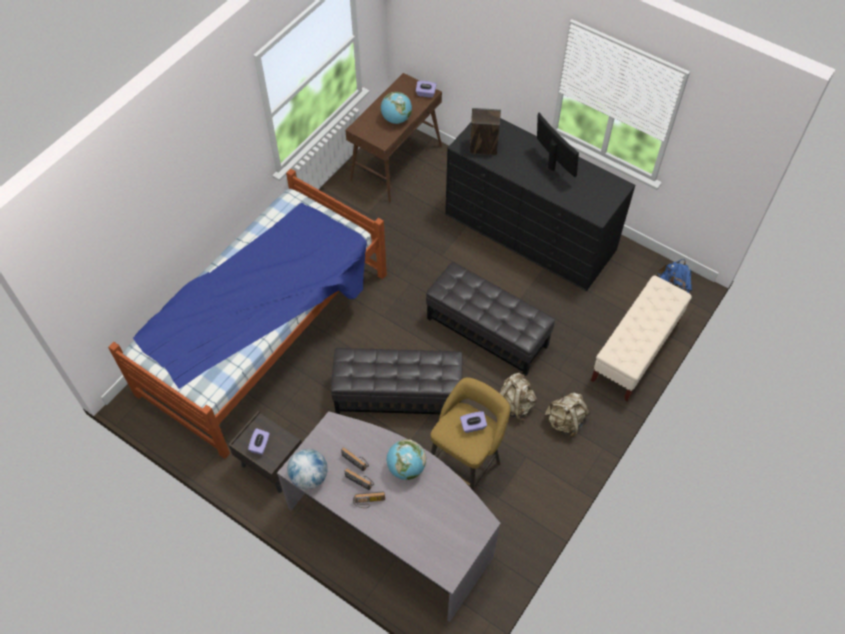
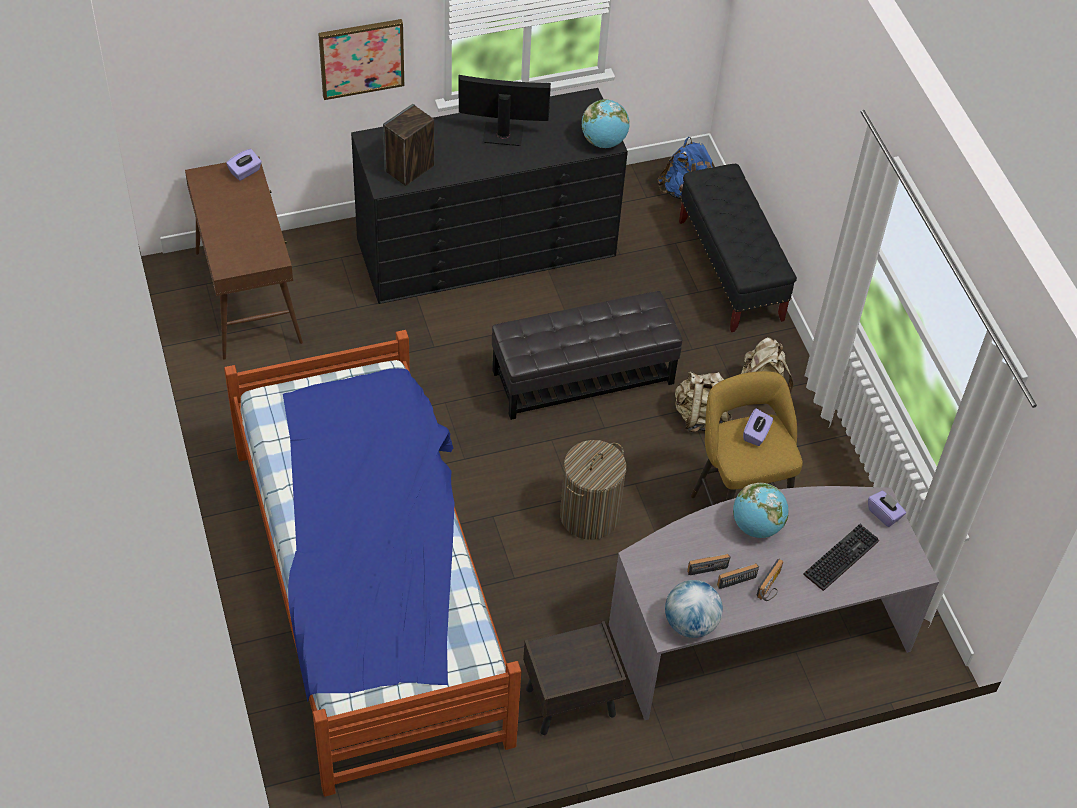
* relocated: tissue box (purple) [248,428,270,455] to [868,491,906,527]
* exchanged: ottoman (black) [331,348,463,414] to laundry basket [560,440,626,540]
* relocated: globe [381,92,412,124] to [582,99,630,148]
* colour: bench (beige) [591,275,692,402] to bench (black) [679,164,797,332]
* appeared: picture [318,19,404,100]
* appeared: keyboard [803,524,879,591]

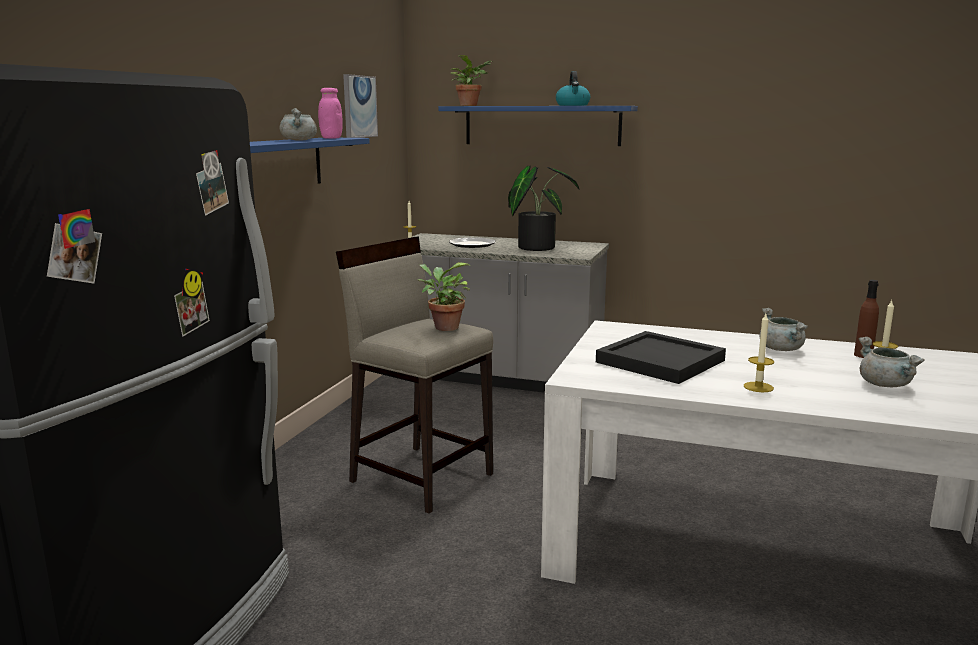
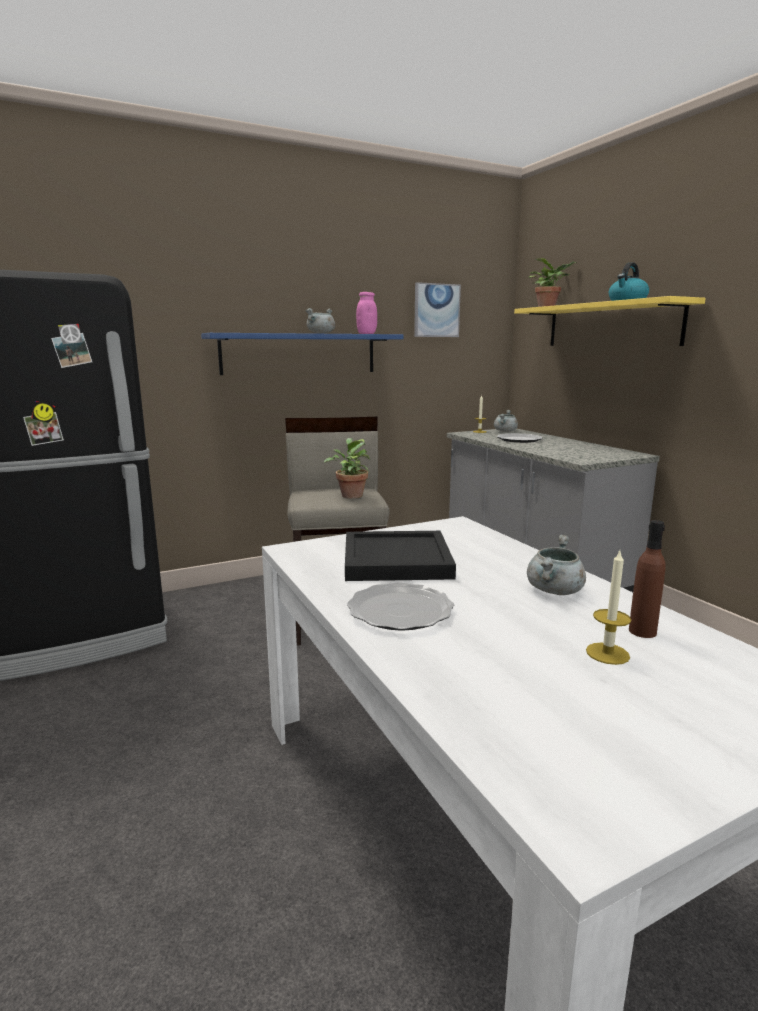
* colour: shelf (blue) [438,106,638,146] to shelf (yellow) [514,296,706,346]
* missing: potted plant [508,166,580,251]
* exchanged: candle [744,314,774,392] to plate [347,582,454,631]
* relocated: cooking pot (grey) [858,337,925,387] to [494,410,518,432]

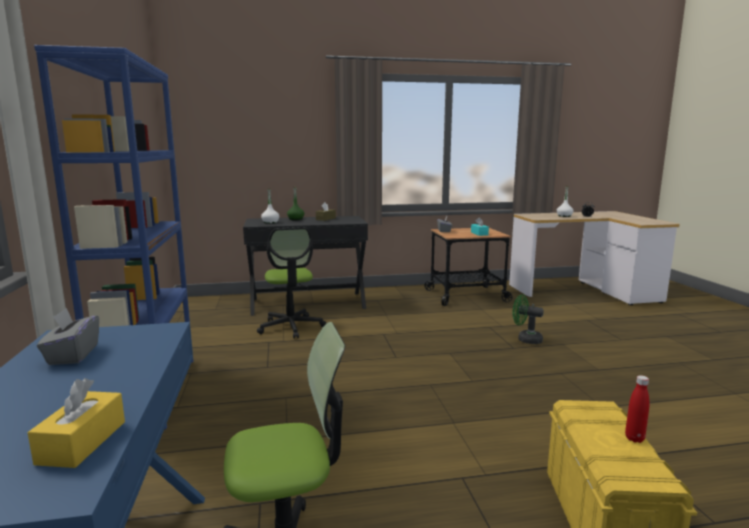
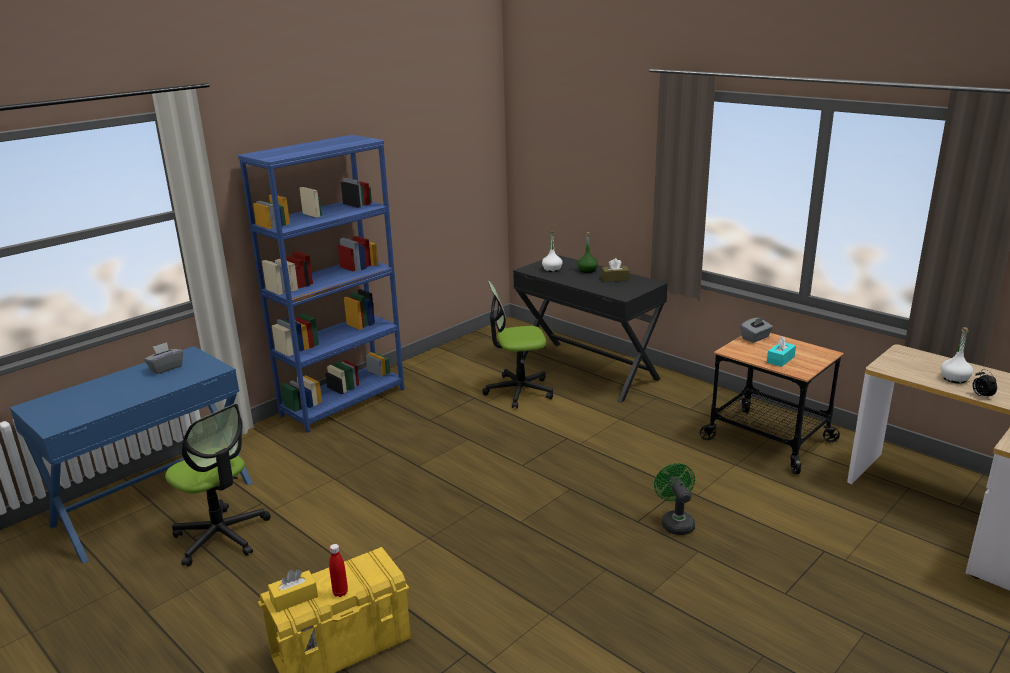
* relocated: tissue box (yellow) [27,378,125,468] to [268,569,318,612]
* spun: office chair [257,227,326,339] = [482,281,553,408] 45 degrees clockwise

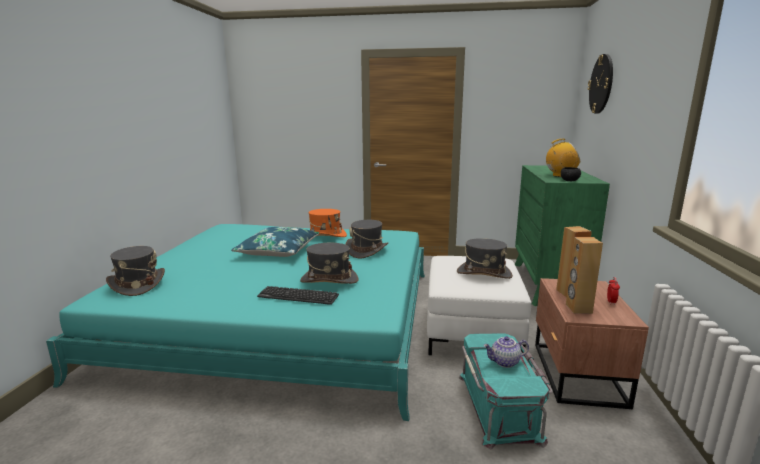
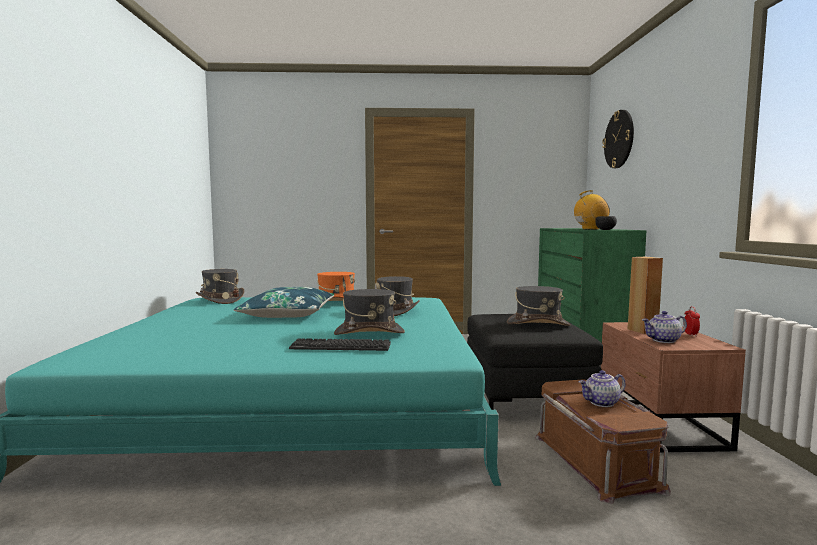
* relocated: hat (grey) [106,246,165,296] to [196,269,244,304]
* colour: ottoman (white) [427,256,531,355] to ottoman (black) [467,314,603,410]
* colour: storage box (turquoise) [459,333,553,449] to storage box (brown) [535,379,671,504]
* exchanged: speaker (brown) [566,237,603,314] to teapot [642,311,687,343]

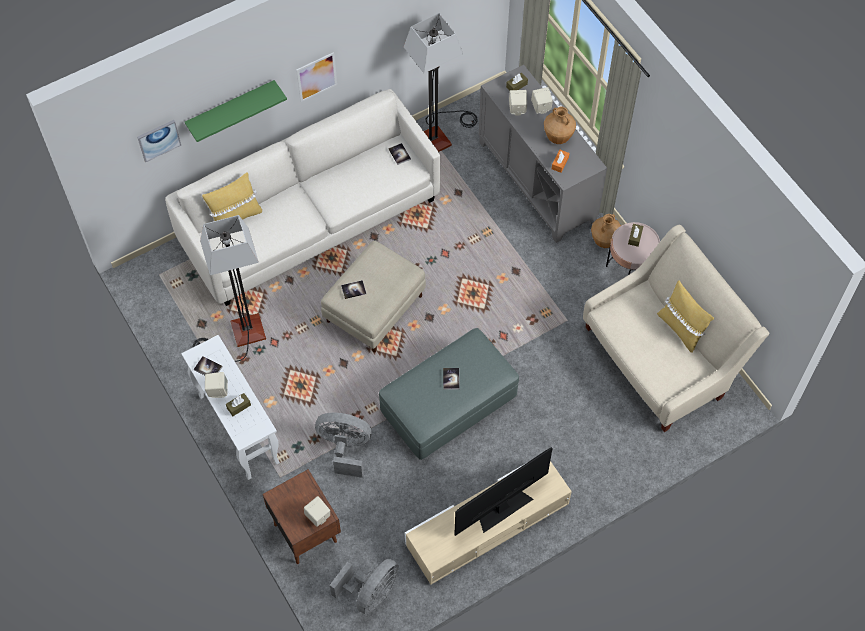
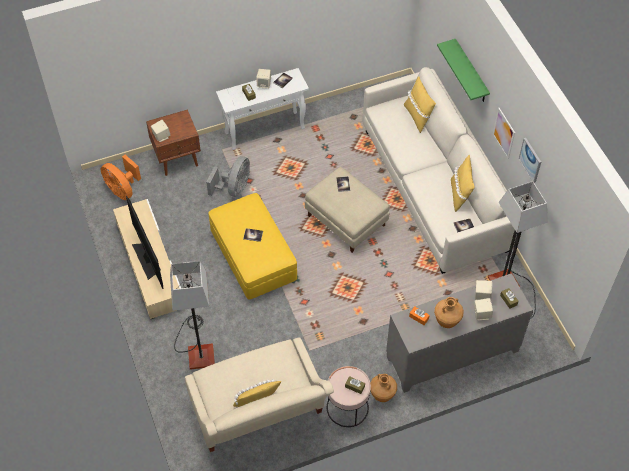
* relocated: picture [137,120,181,162] to [519,138,541,183]
* relocated: floor lamp [192,215,266,362] to [170,261,215,370]
* colour: fan (grey) [330,559,399,614] to fan (orange) [101,155,141,200]
* colour: ottoman (grey) [379,328,519,460] to ottoman (yellow) [209,193,297,299]
* appeared: pillow (yellow) [451,155,475,212]

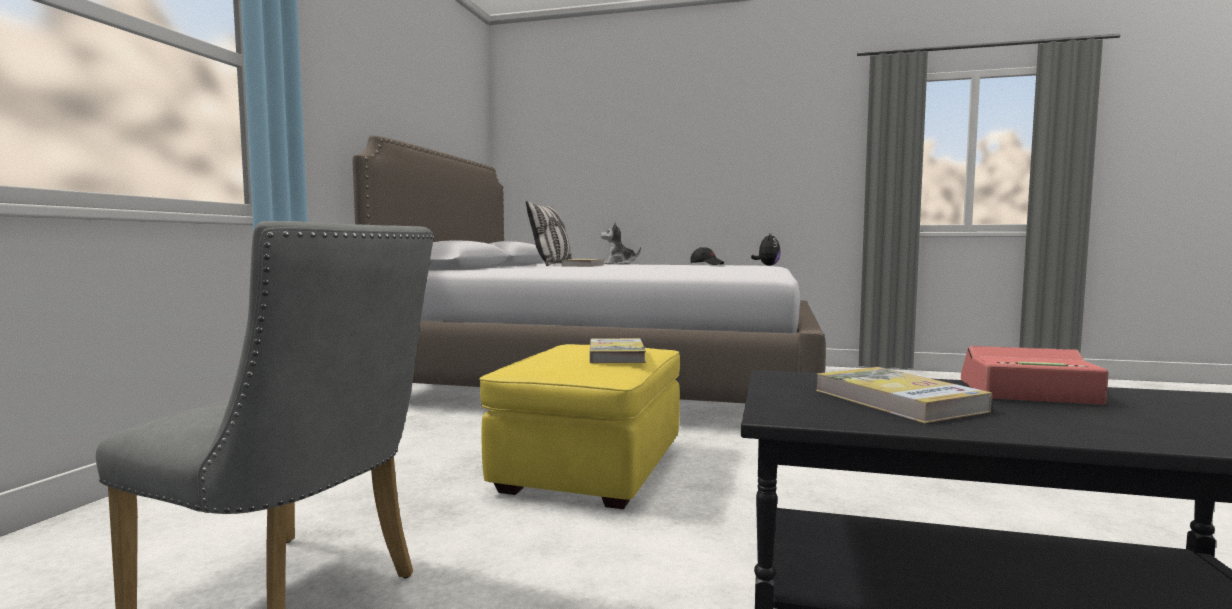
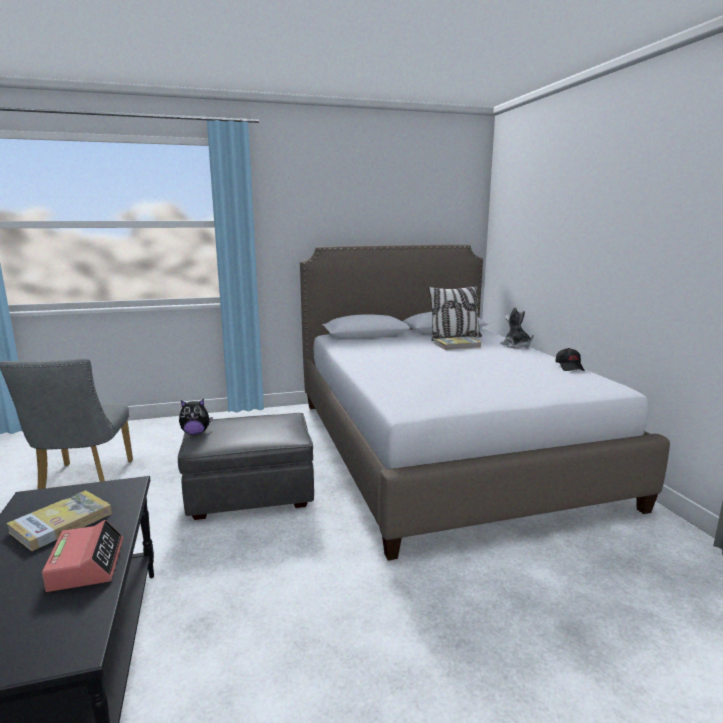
* colour: ottoman (yellow) [479,344,680,509] to ottoman (grey) [178,413,314,520]
* missing: book [590,338,646,363]
* relocated: plush toy [751,233,781,266] to [179,399,213,435]

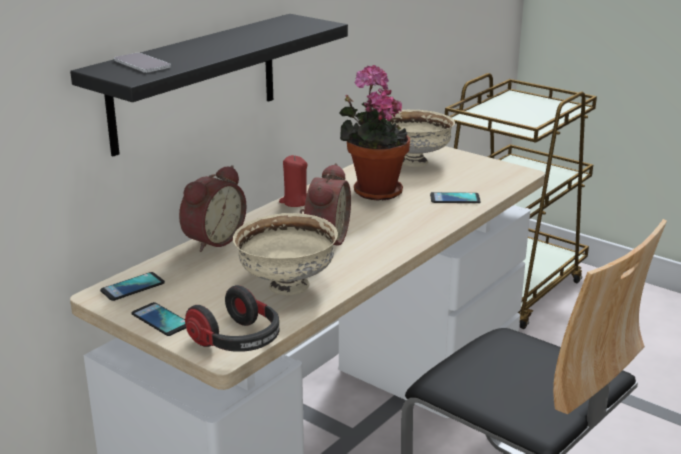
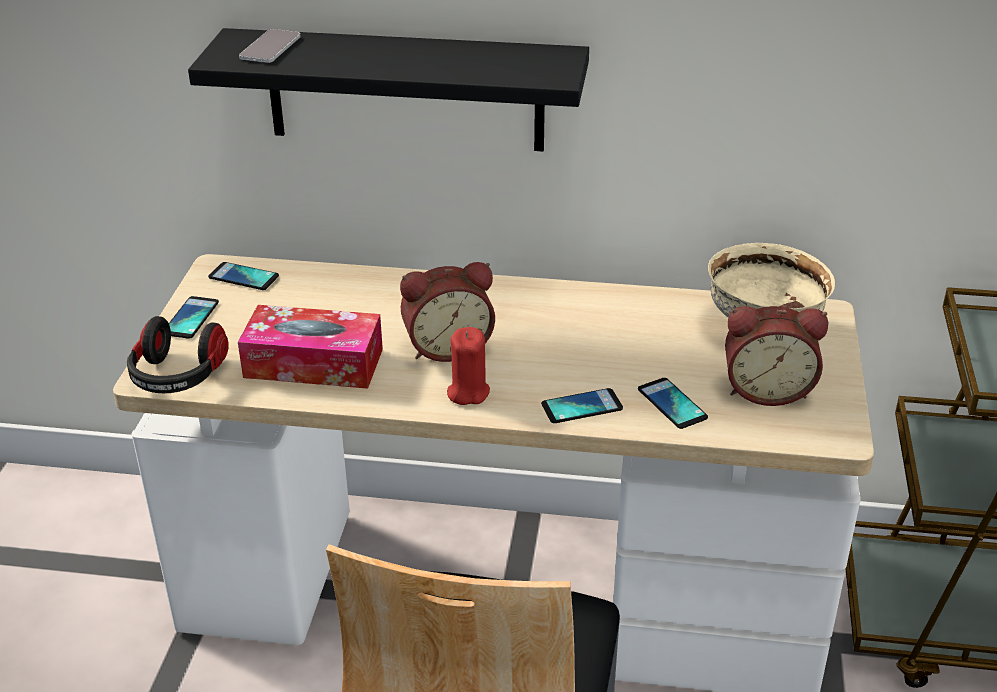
* relocated: alarm clock [179,165,246,252] to [725,306,828,406]
* exchanged: bowl (beige) [233,213,338,295] to tissue box [238,305,383,389]
* relocated: candle (red) [279,155,308,207] to [447,327,490,405]
* missing: potted plant [339,65,410,200]
* appeared: phone [541,388,623,423]

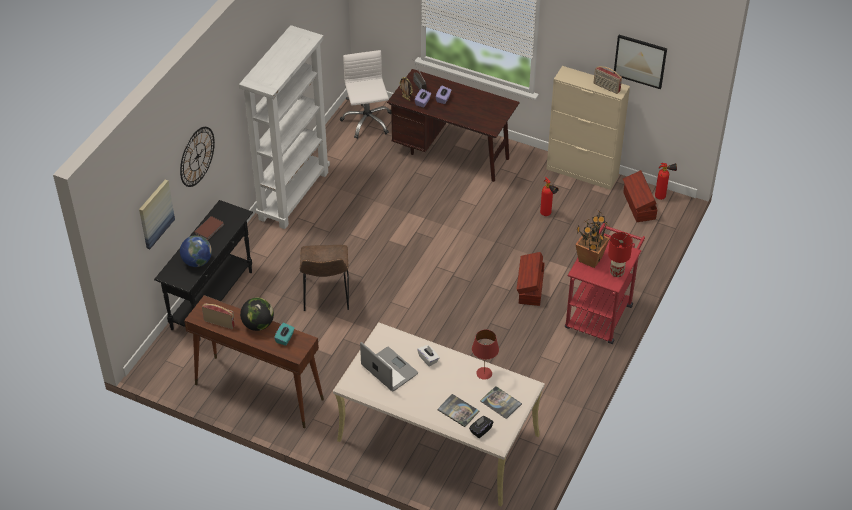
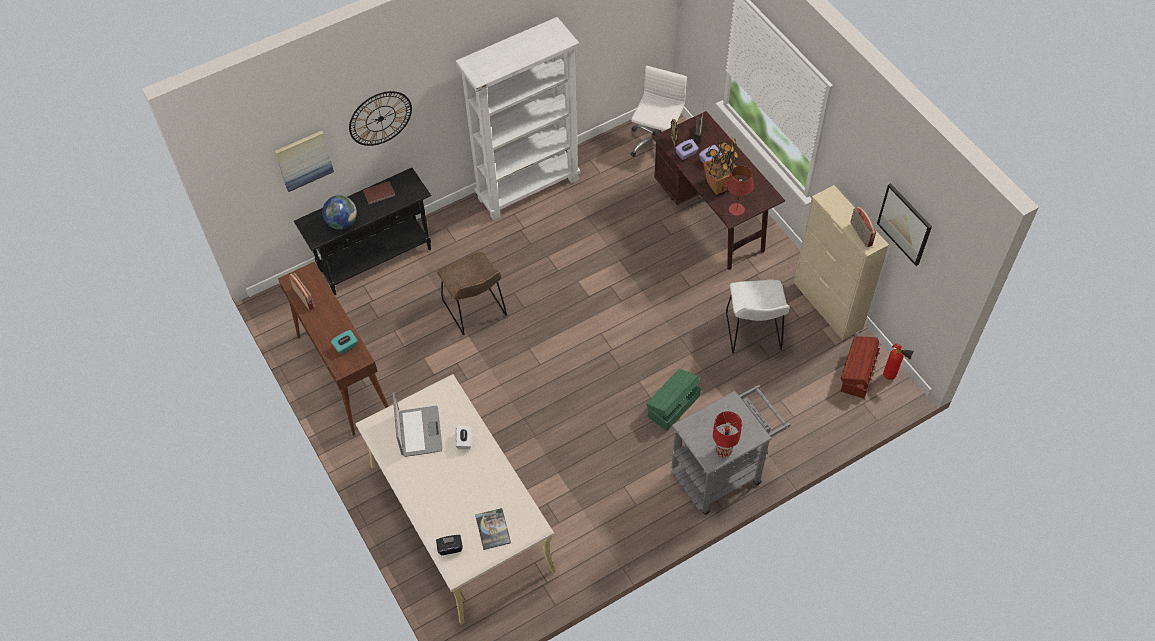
* missing: globe [240,298,274,331]
* spun: chair (brown) [300,245,349,311] = [437,252,507,335] 60 degrees counterclockwise
* missing: book [437,394,479,427]
* relocated: table lamp (red) [472,330,499,380] to [726,166,754,216]
* colour: storage box (brown) [517,252,545,306] to storage box (green) [646,369,701,431]
* exchanged: fire extinguisher [540,177,559,216] to chair (white) [726,280,789,353]
* colour: cart (red) [565,223,645,344] to cart (grey) [671,385,791,515]
* relocated: potted plant [575,210,610,268] to [703,138,739,195]

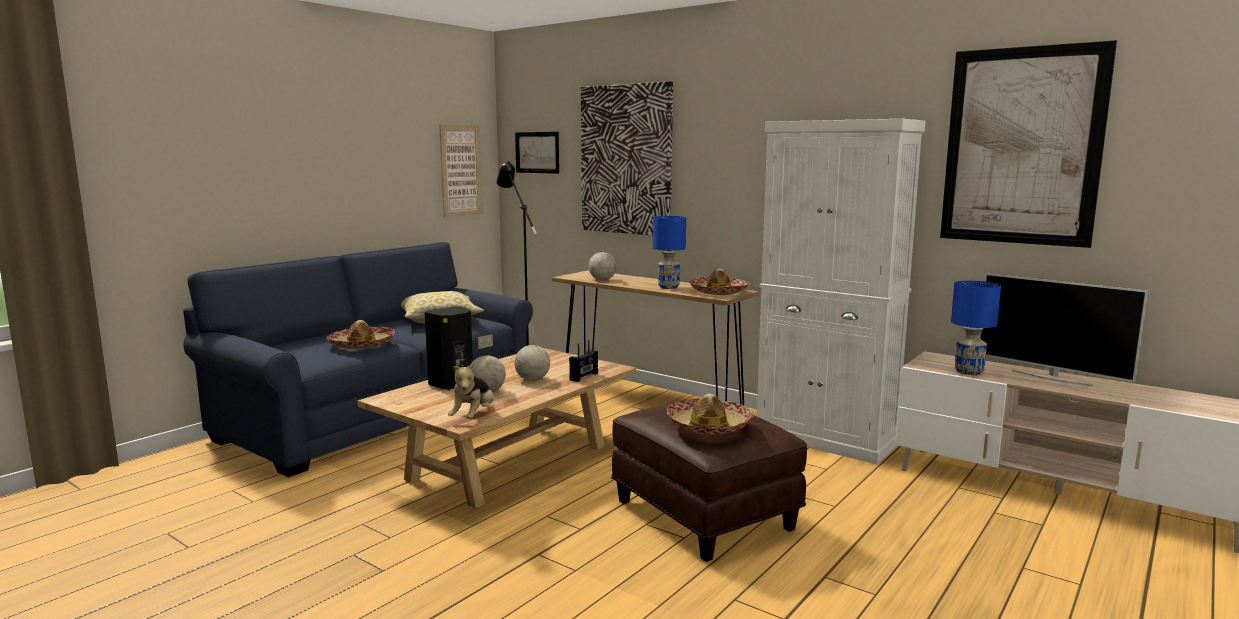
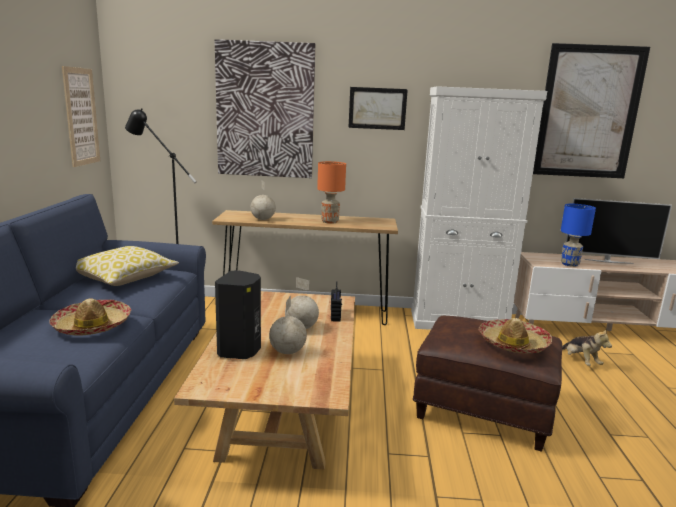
* relocated: plush toy [448,362,494,419] to [562,329,612,366]
* relocated: picture [515,132,559,174] to [348,87,408,130]
* colour: table lamp (blue) [653,216,686,289] to table lamp (orange) [317,161,346,224]
* missing: hat [689,269,750,295]

